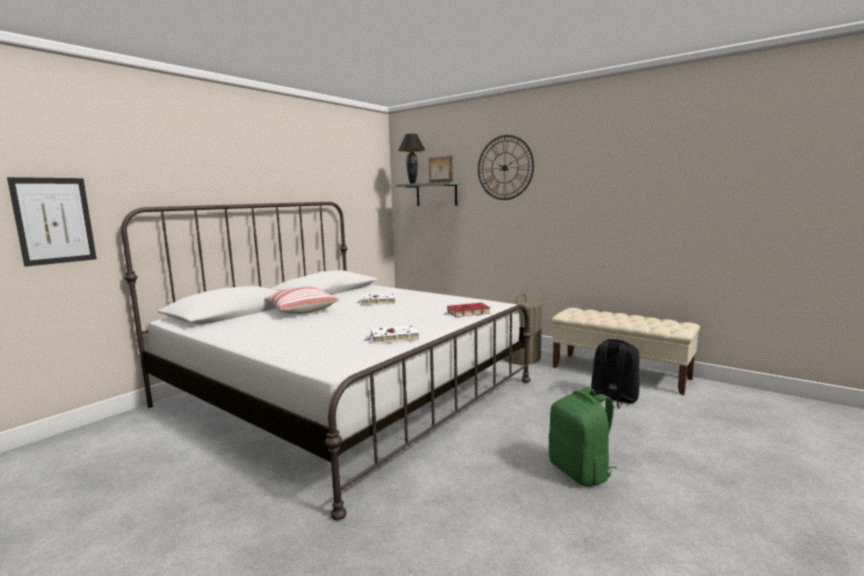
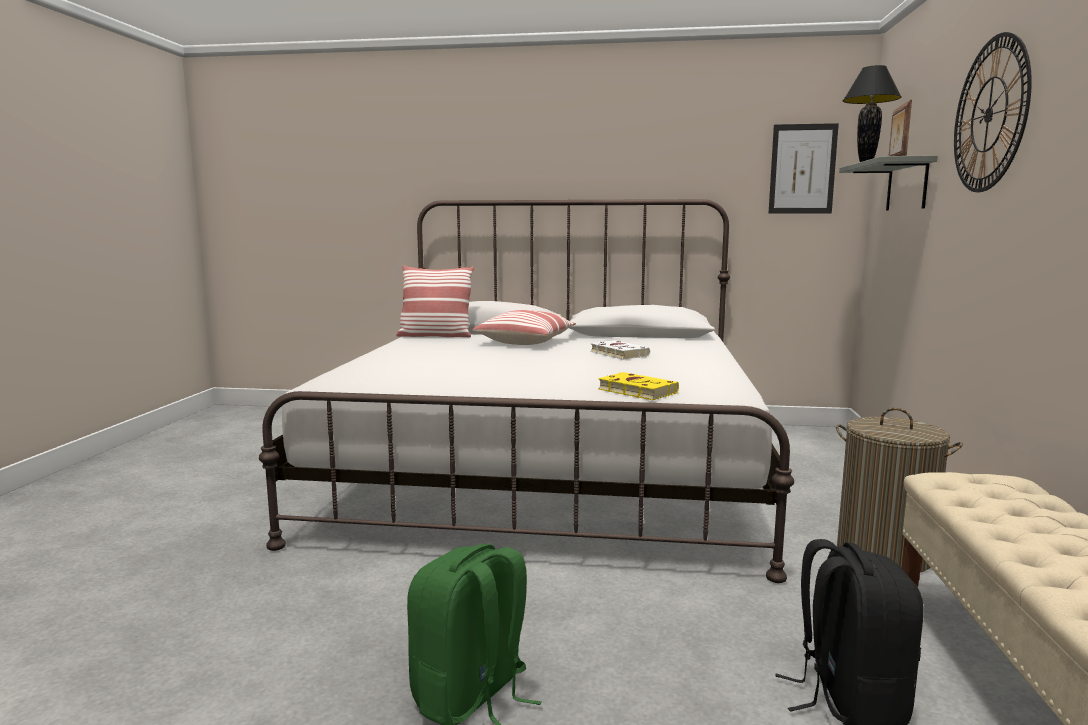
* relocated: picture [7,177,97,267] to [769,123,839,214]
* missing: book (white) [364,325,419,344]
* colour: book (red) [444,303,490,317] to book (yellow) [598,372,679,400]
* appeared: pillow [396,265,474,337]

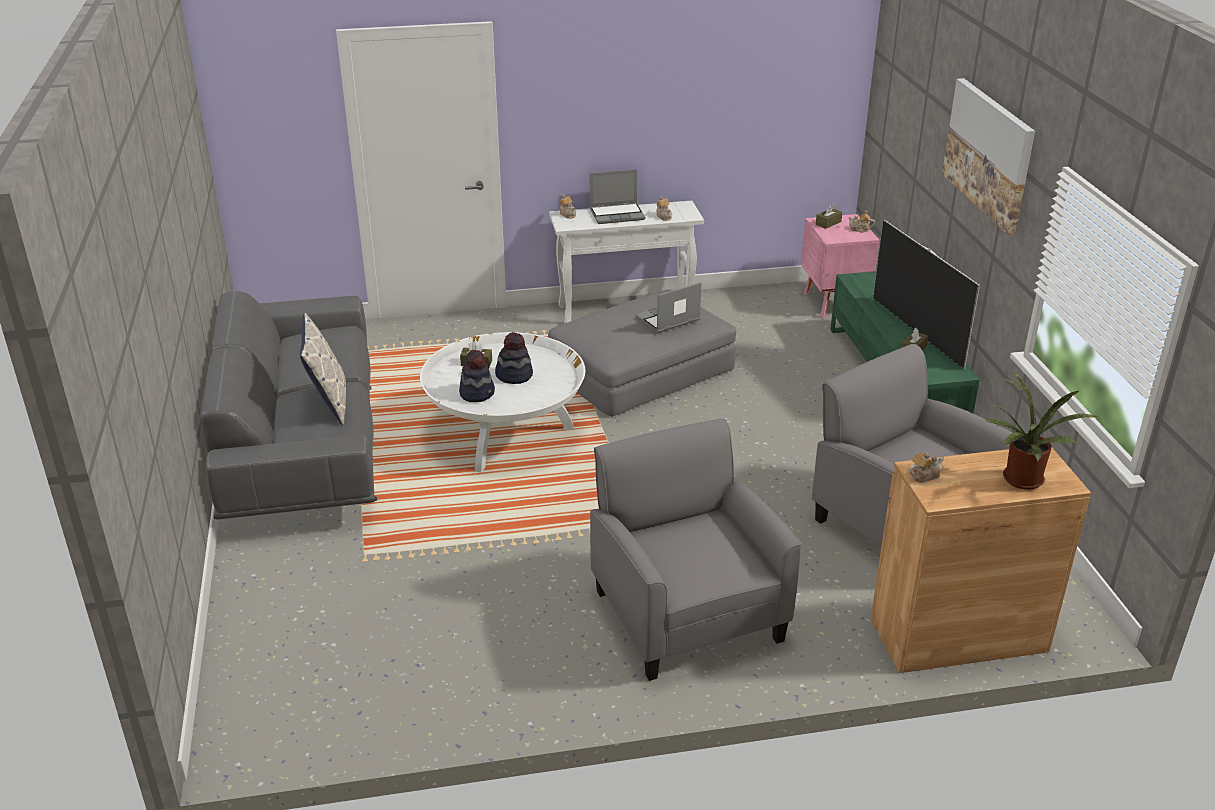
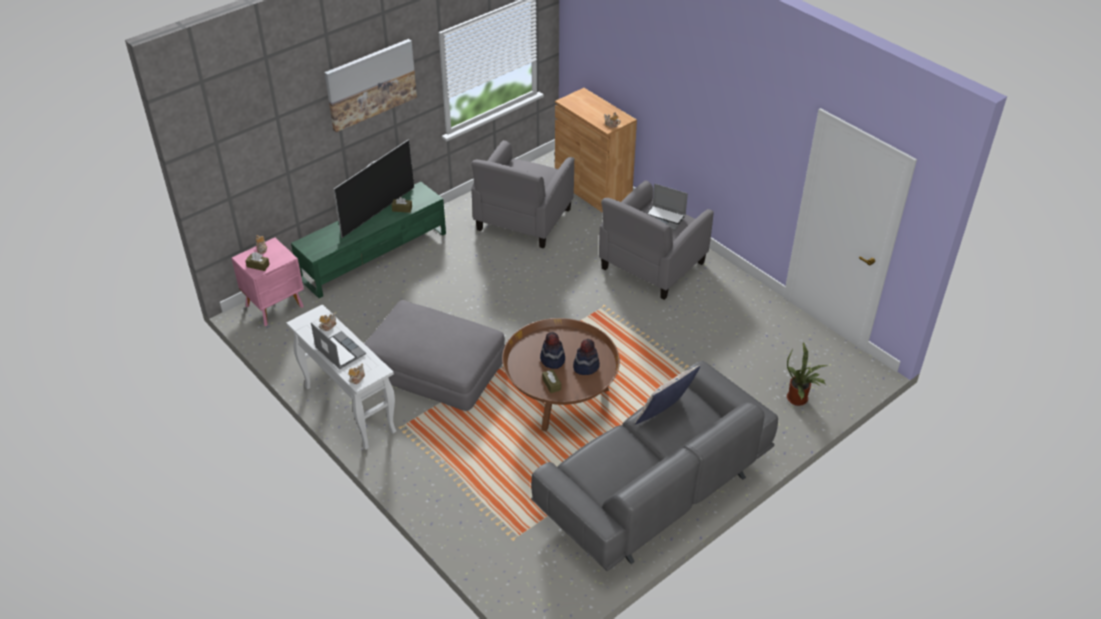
* colour: coffee table (white) [420,332,585,473] to coffee table (brown) [502,318,620,431]
* relocated: laptop [635,282,702,333] to [646,184,688,231]
* relocated: potted plant [985,371,1098,490] to [787,343,829,406]

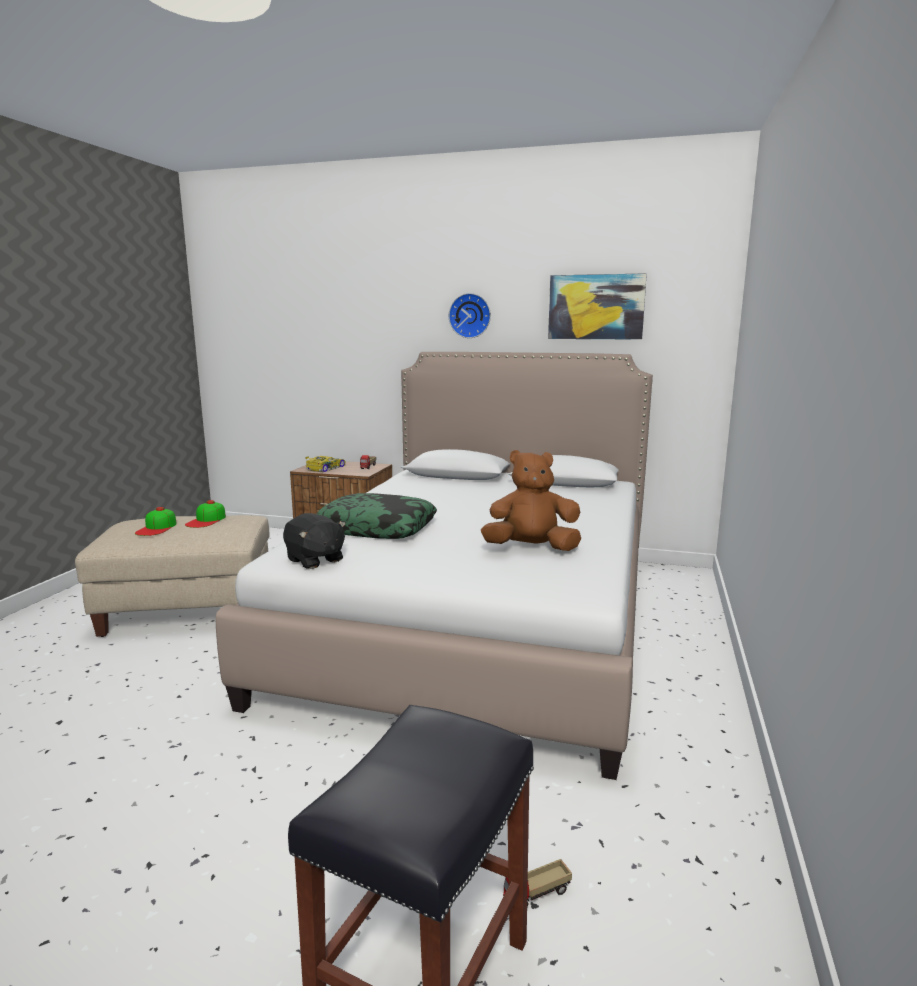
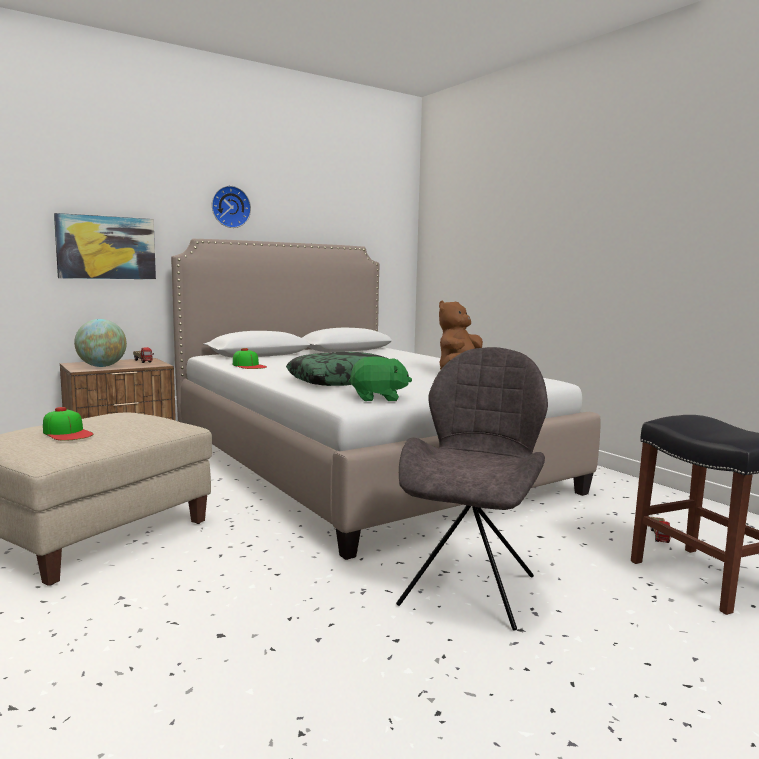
* relocated: cap [185,500,226,528] to [233,348,267,369]
* colour: plush toy (black) [283,513,346,569] to plush toy (green) [349,356,412,401]
* exchanged: toy car [305,456,346,472] to globe [74,319,127,367]
* relocated: picture [548,273,647,340] to [54,213,156,279]
* appeared: chair (grey) [396,347,548,631]

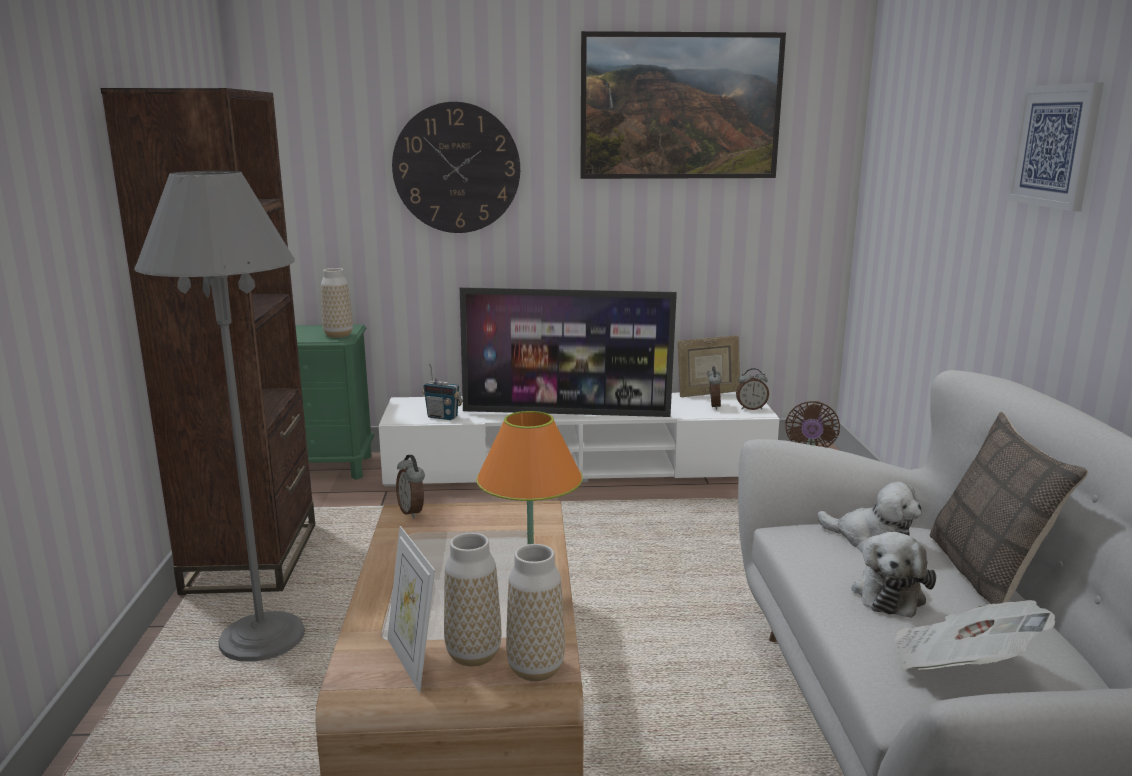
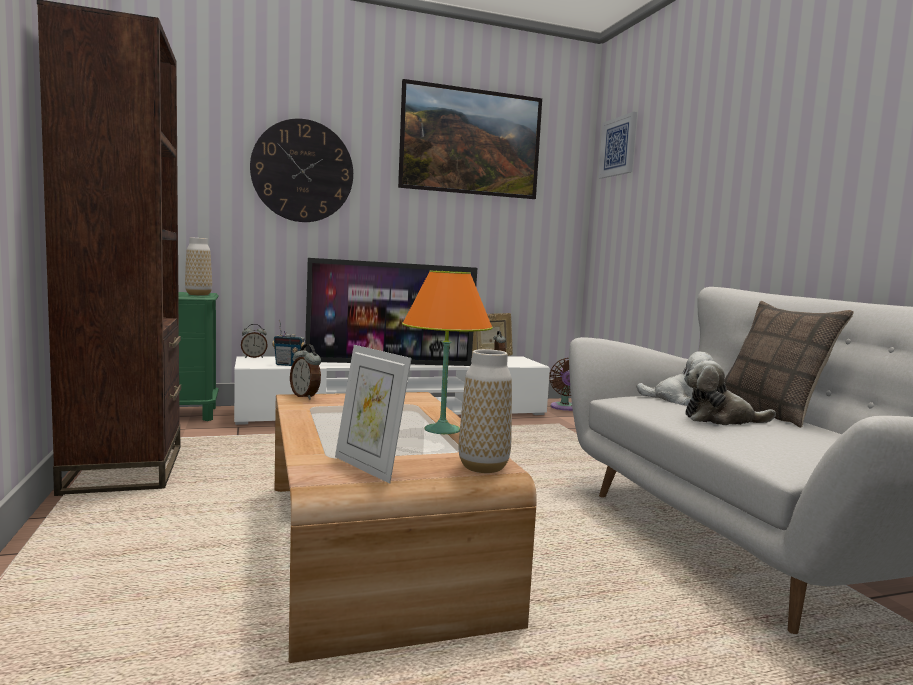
* missing: floor lamp (grey) [134,171,305,661]
* missing: vase [444,533,501,666]
* relocated: alarm clock [736,368,769,410] to [241,324,268,358]
* spun: plush toy [851,532,936,618] = [684,360,776,425] 90 degrees clockwise
* missing: newspaper [895,600,1056,670]
* relocated: picture [1007,82,1104,211] to [598,112,637,179]

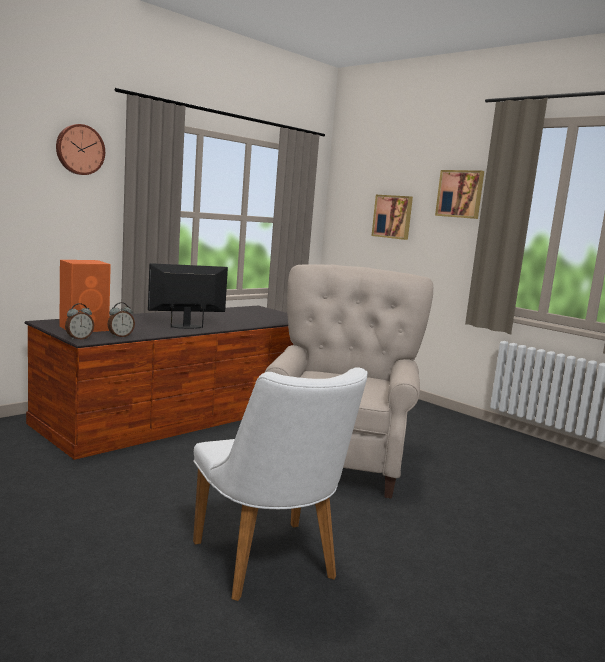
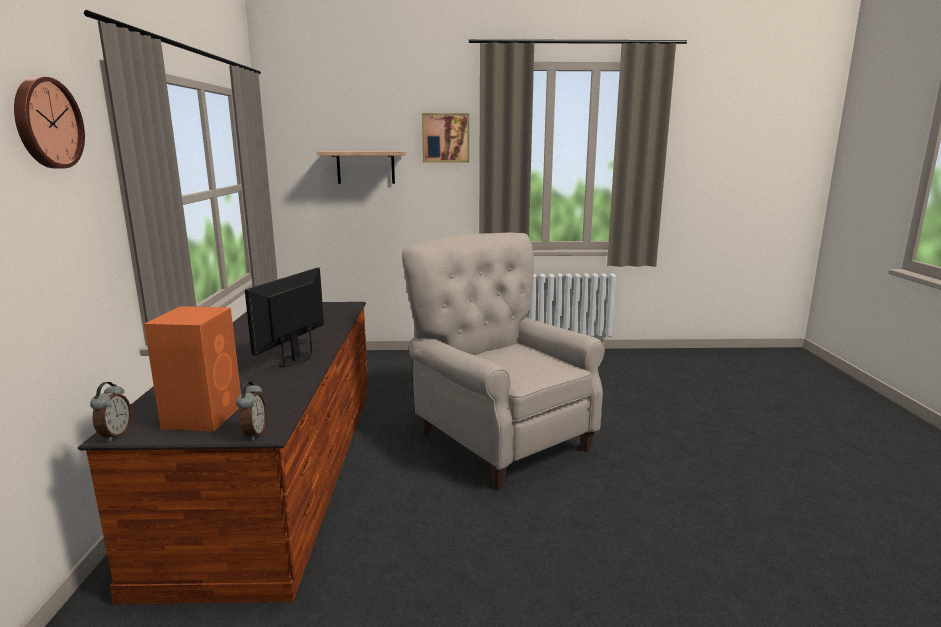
* relocated: alarm clock [107,302,135,337] to [90,382,132,442]
* missing: chair (white) [193,368,368,601]
* exchanged: picture [372,195,413,240] to shelf [317,151,406,184]

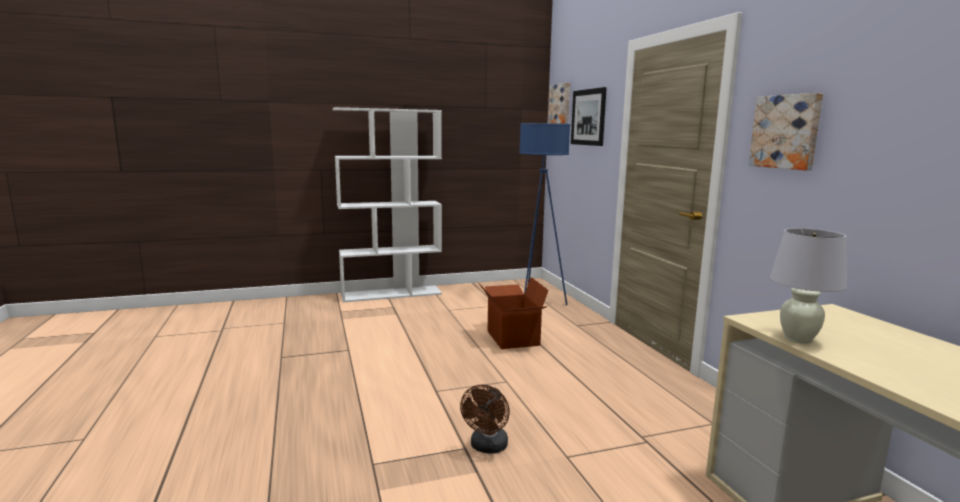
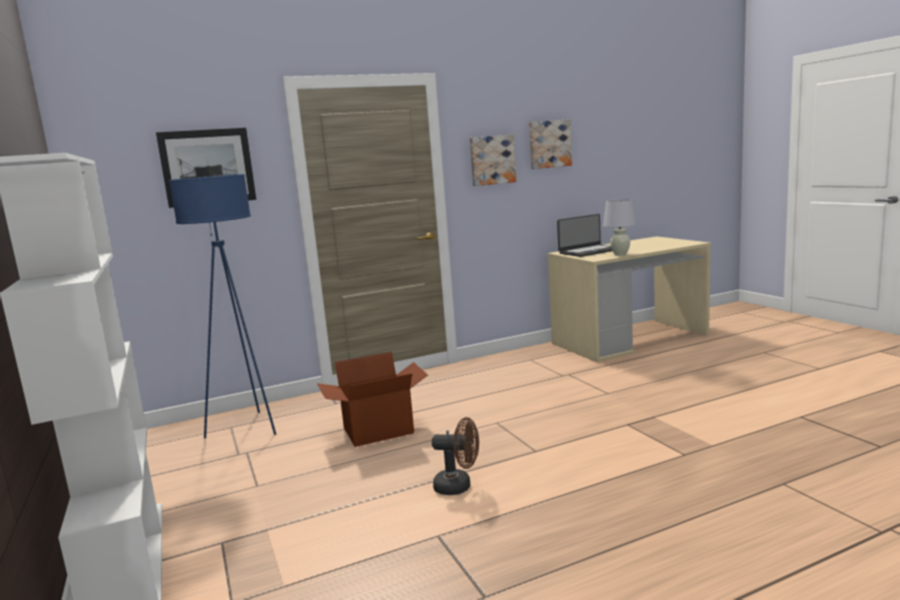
* relocated: fan (brown) [460,385,510,454] to [432,417,479,495]
* relocated: picture [548,83,570,124] to [529,119,572,169]
* appeared: laptop [557,214,612,257]

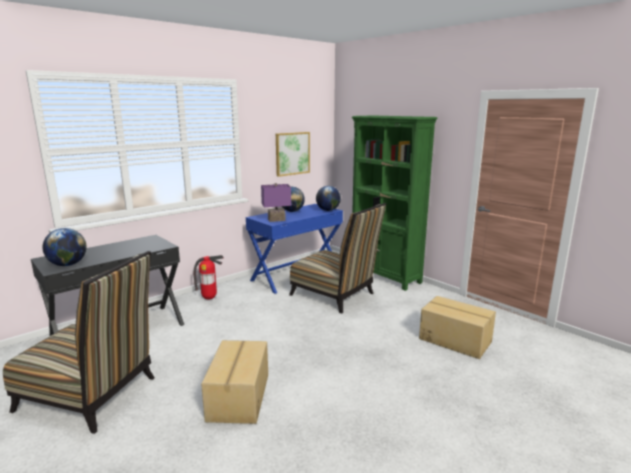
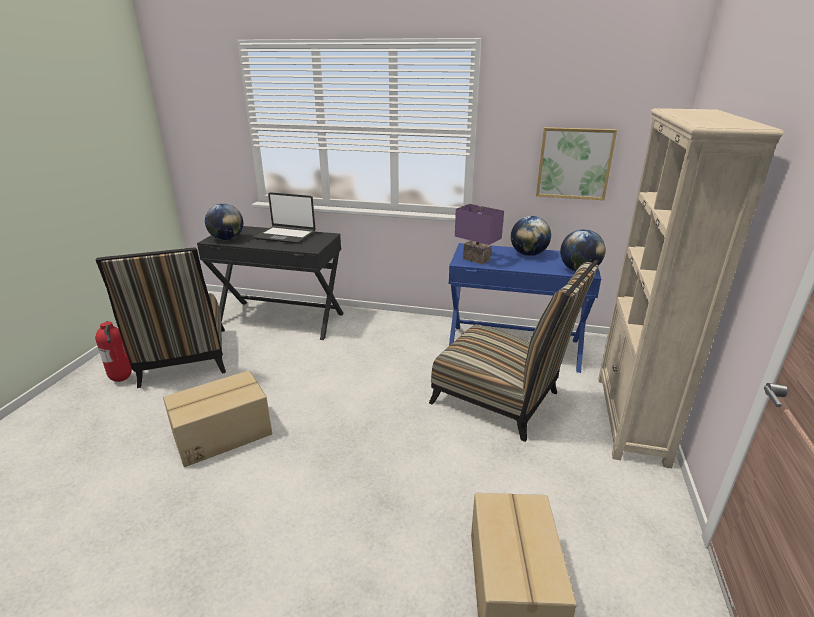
* relocated: fire extinguisher [193,255,224,300] to [95,321,132,382]
* spun: chair [289,203,386,314] = [429,260,599,442] 60 degrees counterclockwise
* colour: bookcase (green) [352,116,437,291] to bookcase (beige) [598,108,783,468]
* appeared: laptop [254,192,315,244]

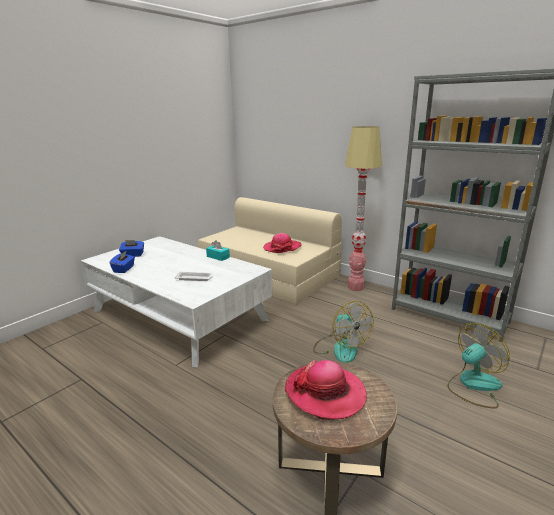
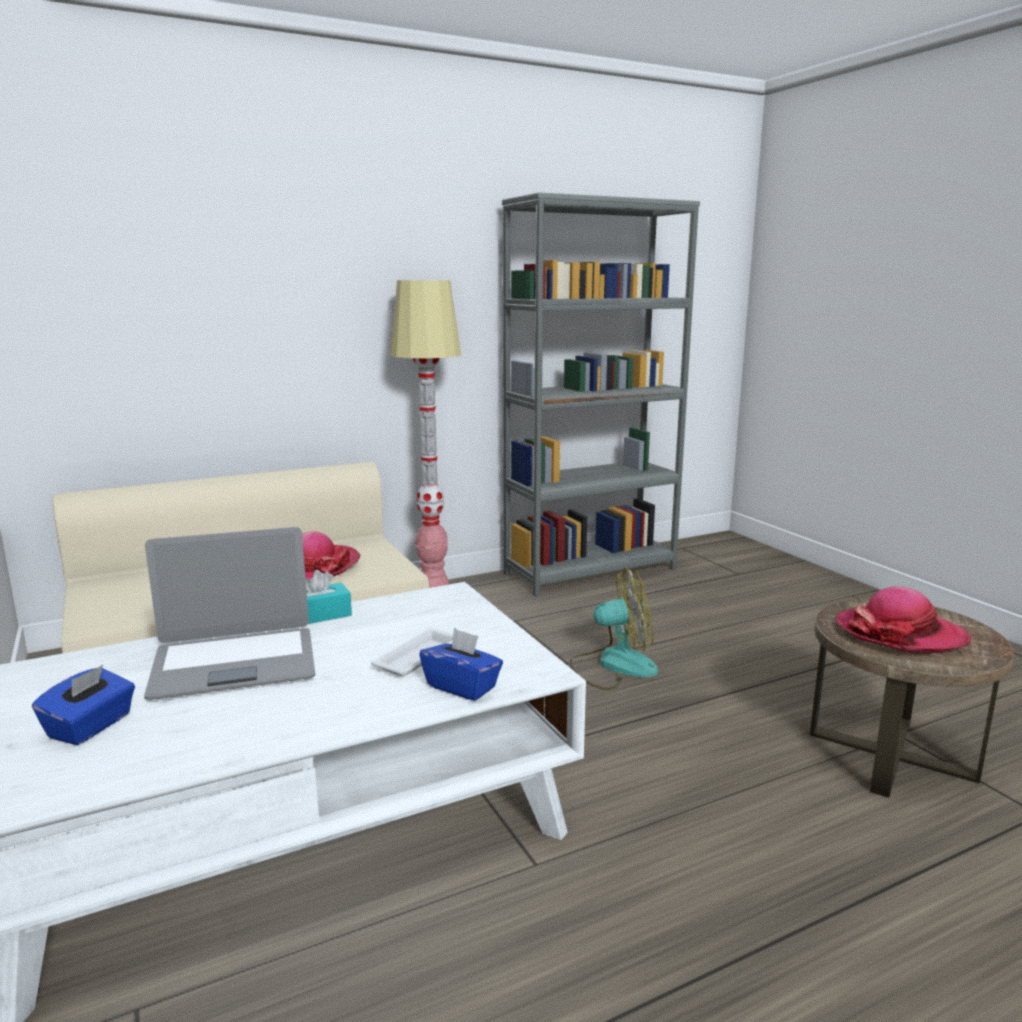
* relocated: tissue box (blue) [110,250,135,273] to [419,628,503,701]
* missing: fan [447,323,510,408]
* appeared: laptop [144,527,315,700]

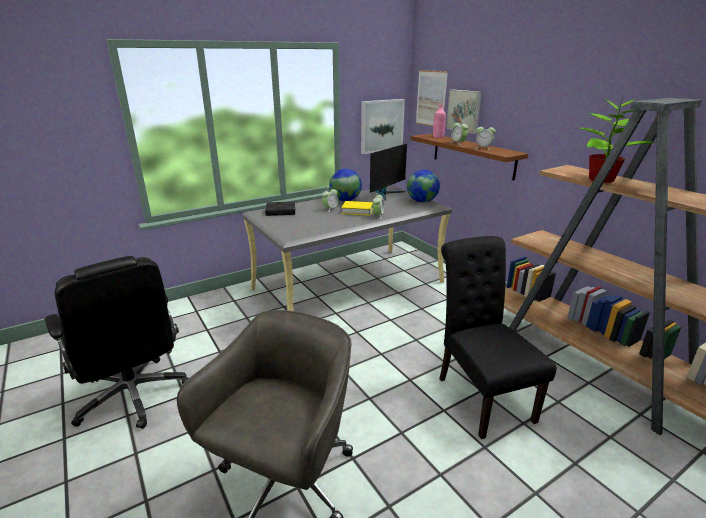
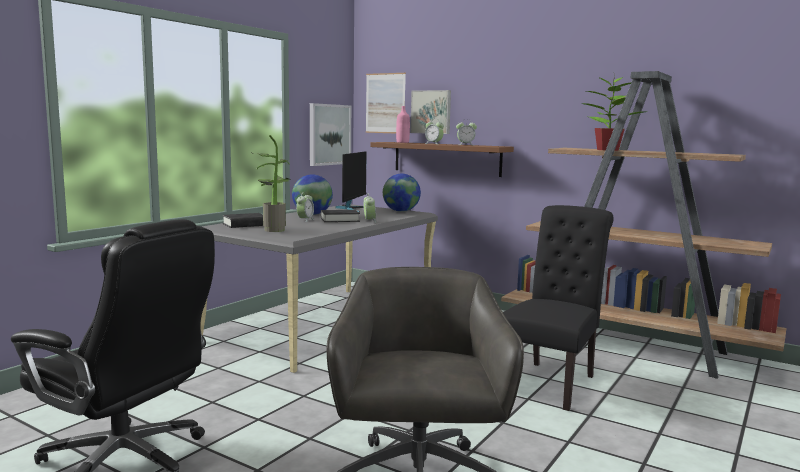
* colour: book (yellow) [341,201,373,216] to book (black) [321,210,360,222]
* spun: chair (black) [439,236,557,439] = [503,205,614,411] 75 degrees clockwise
* appeared: potted plant [250,135,289,232]

